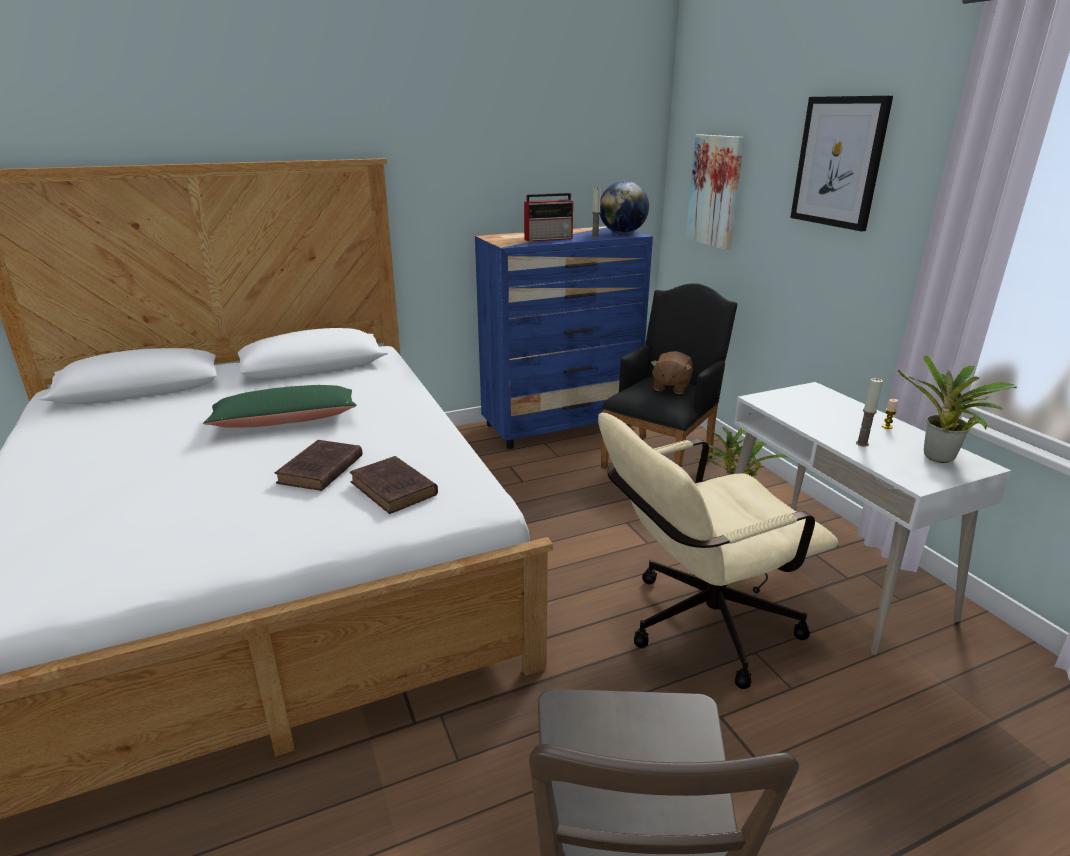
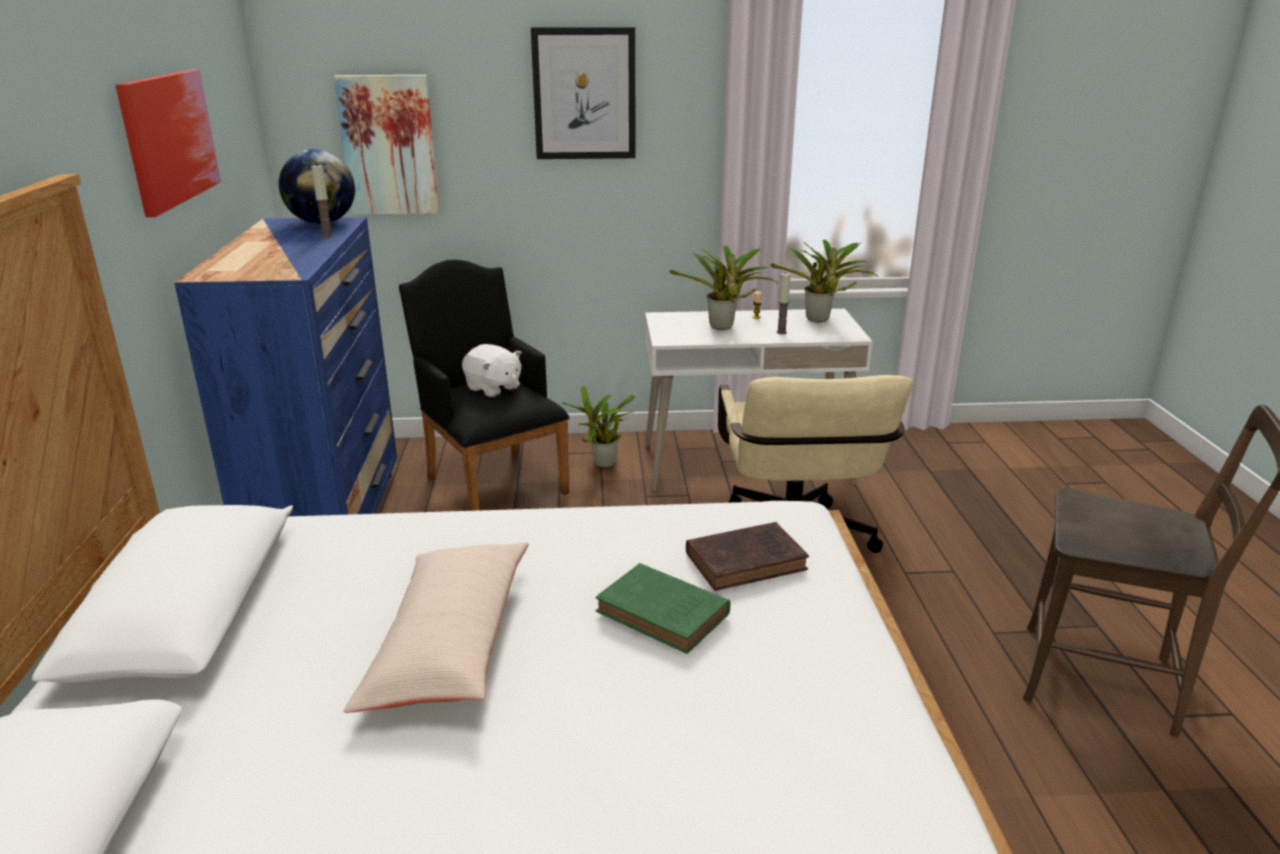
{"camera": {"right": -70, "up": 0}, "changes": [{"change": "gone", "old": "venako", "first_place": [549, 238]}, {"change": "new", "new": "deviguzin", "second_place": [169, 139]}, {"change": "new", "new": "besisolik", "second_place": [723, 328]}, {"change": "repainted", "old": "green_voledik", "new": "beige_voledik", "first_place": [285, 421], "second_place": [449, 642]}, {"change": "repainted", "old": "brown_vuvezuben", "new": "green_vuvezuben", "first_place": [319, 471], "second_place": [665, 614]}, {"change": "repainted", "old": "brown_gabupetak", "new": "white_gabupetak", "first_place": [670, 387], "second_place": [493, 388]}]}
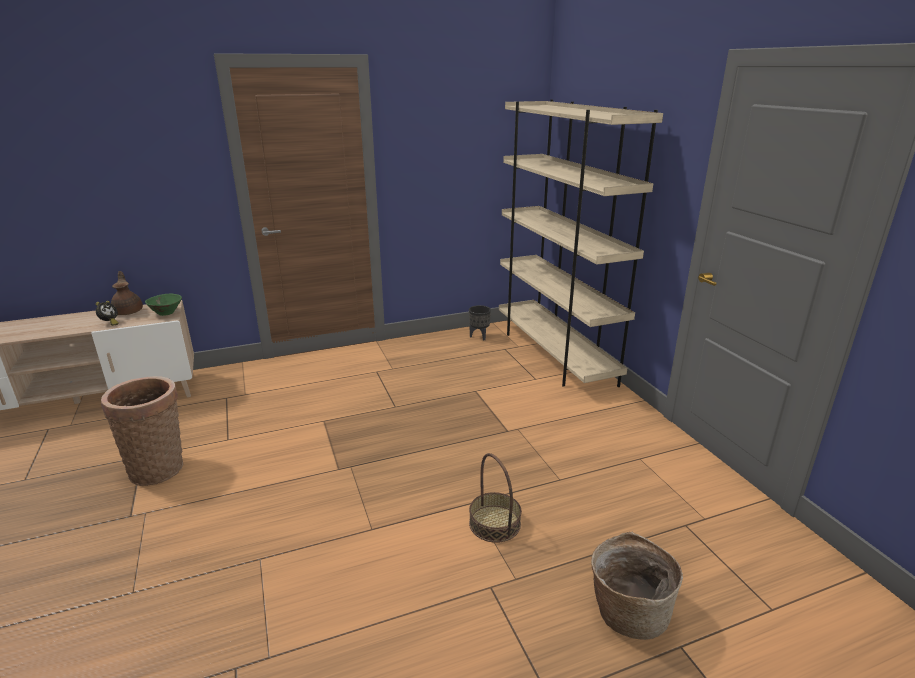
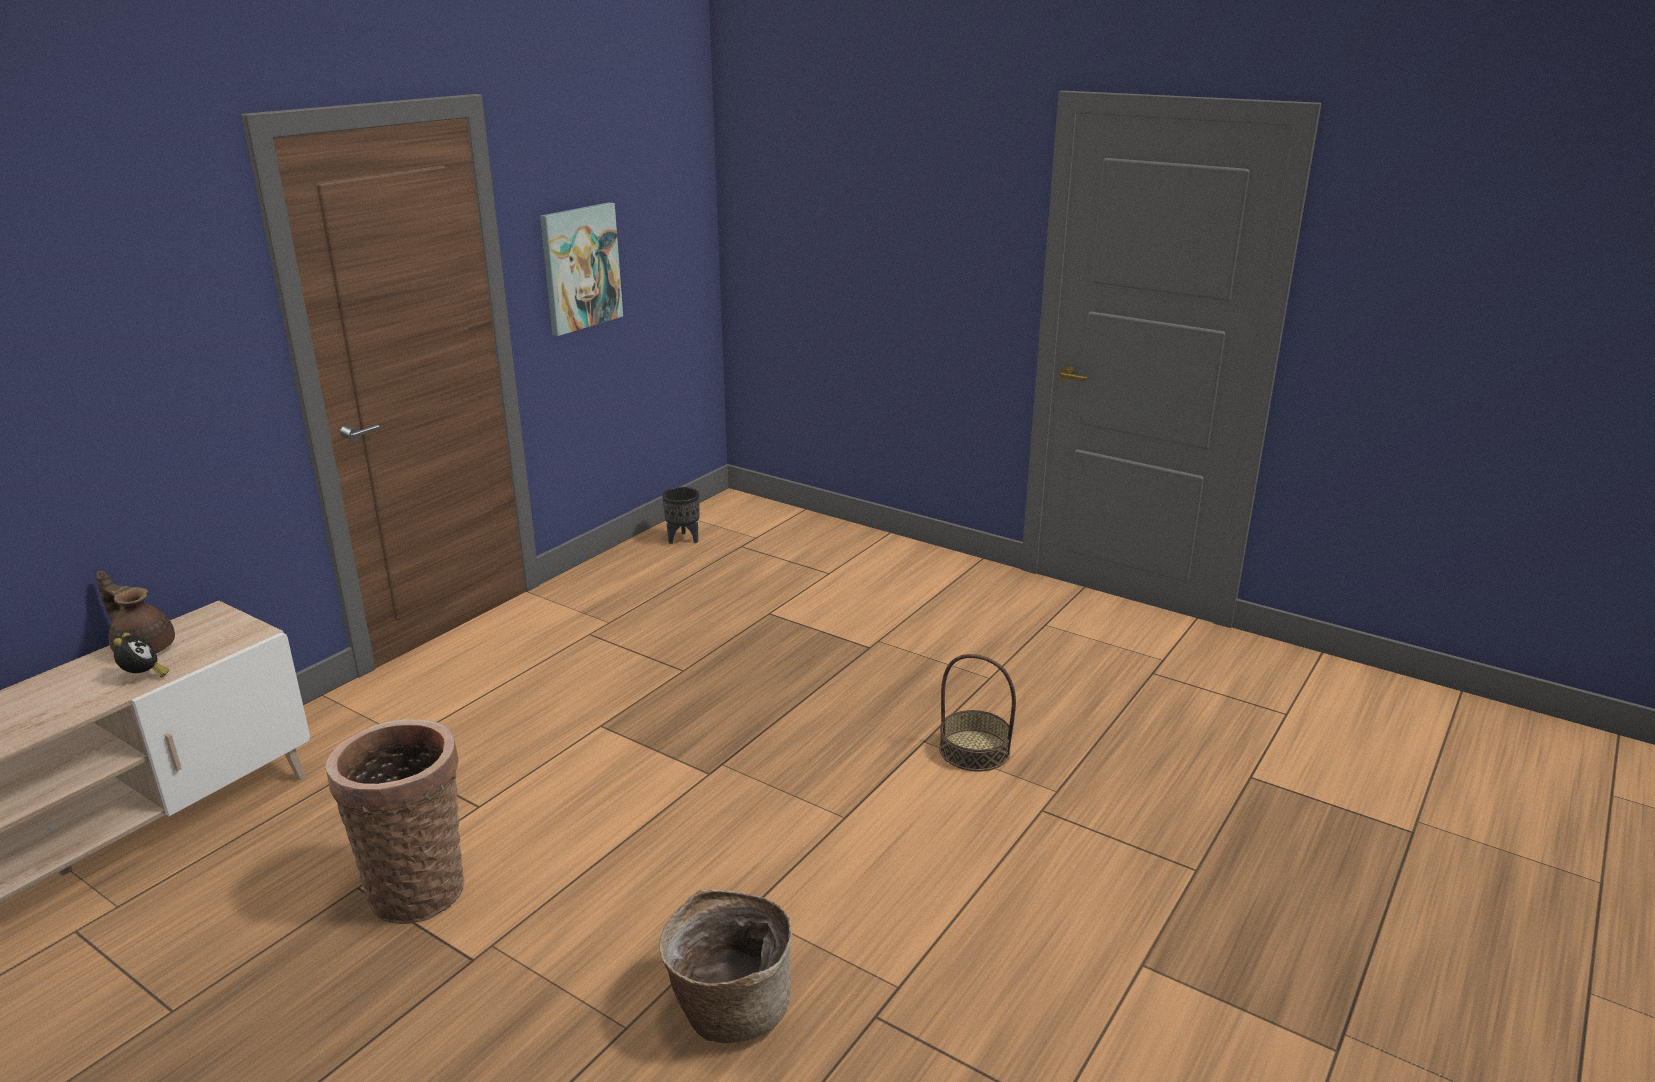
{"camera": {"right": -35, "up": 0}, "changes": [{"change": "gone", "old": "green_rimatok", "first_place": [166, 313]}, {"change": "gone", "old": "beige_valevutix", "first_place": [554, 354]}, {"change": "new", "new": "deviguzin", "second_place": [580, 268]}, {"change": "shifted", "old": "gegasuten", "first_place": [627, 611], "second_place": [729, 1008]}]}
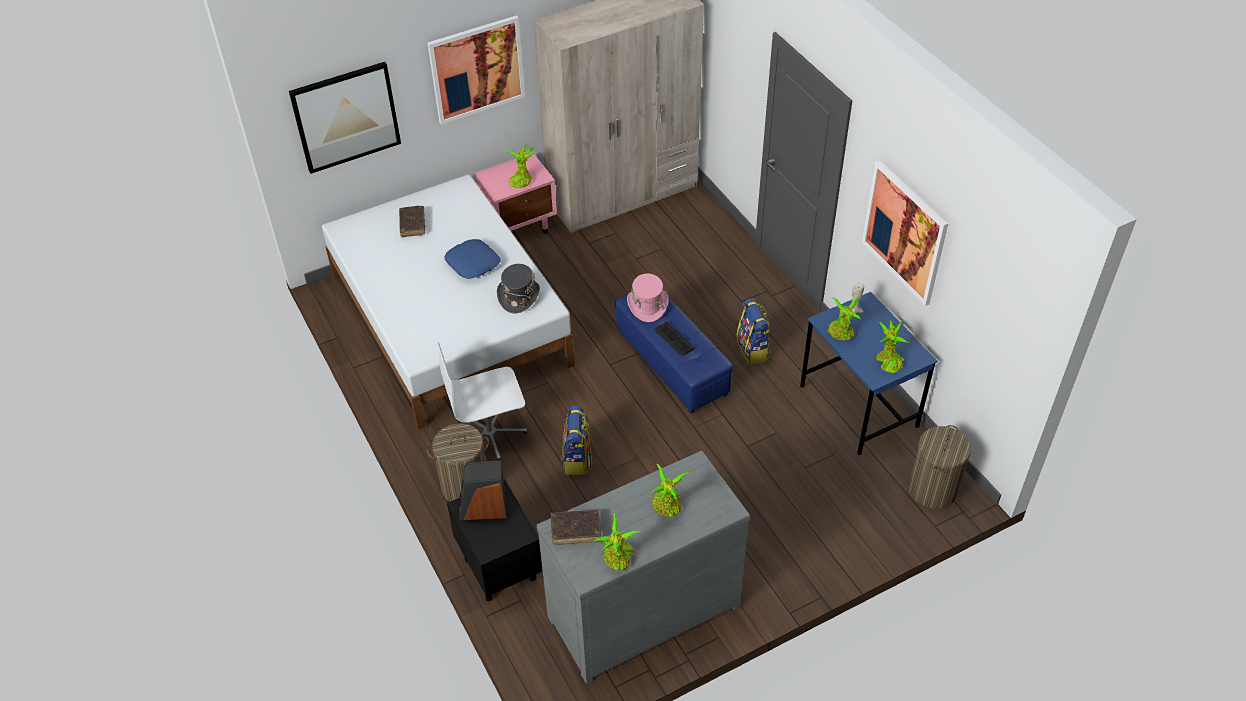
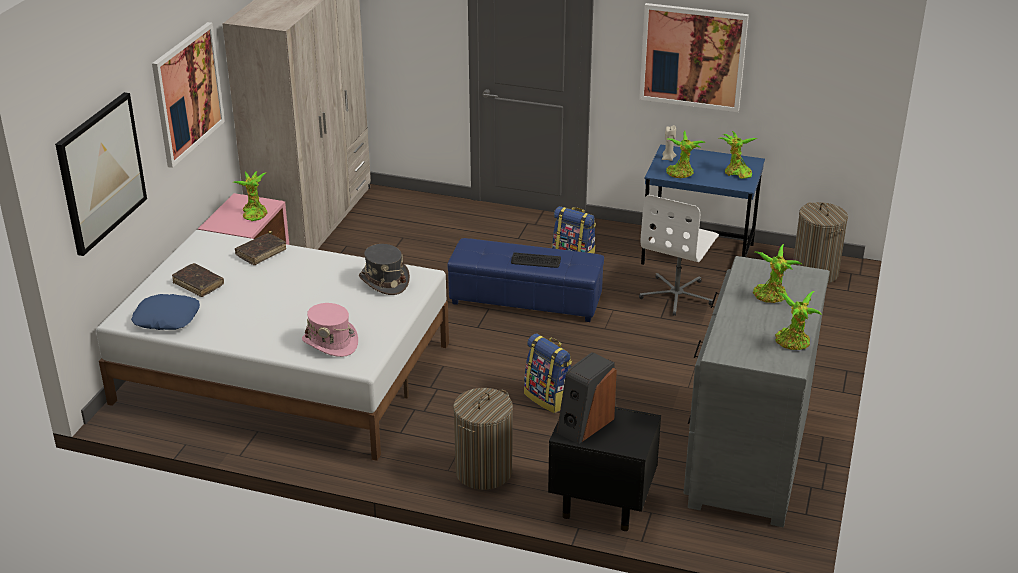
{"camera": {"right": -45, "up": -15}, "changes": [{"change": "shifted", "old": "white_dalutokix", "first_place": [490, 434], "second_place": [677, 295]}, {"change": "shifted", "old": "blue_voledik", "first_place": [473, 263], "second_place": [167, 318]}, {"change": "shifted", "old": "brown_vuvezuben", "first_place": [576, 530], "second_place": [261, 253]}, {"change": "shifted", "old": "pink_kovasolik", "first_place": [647, 305], "second_place": [330, 343]}]}
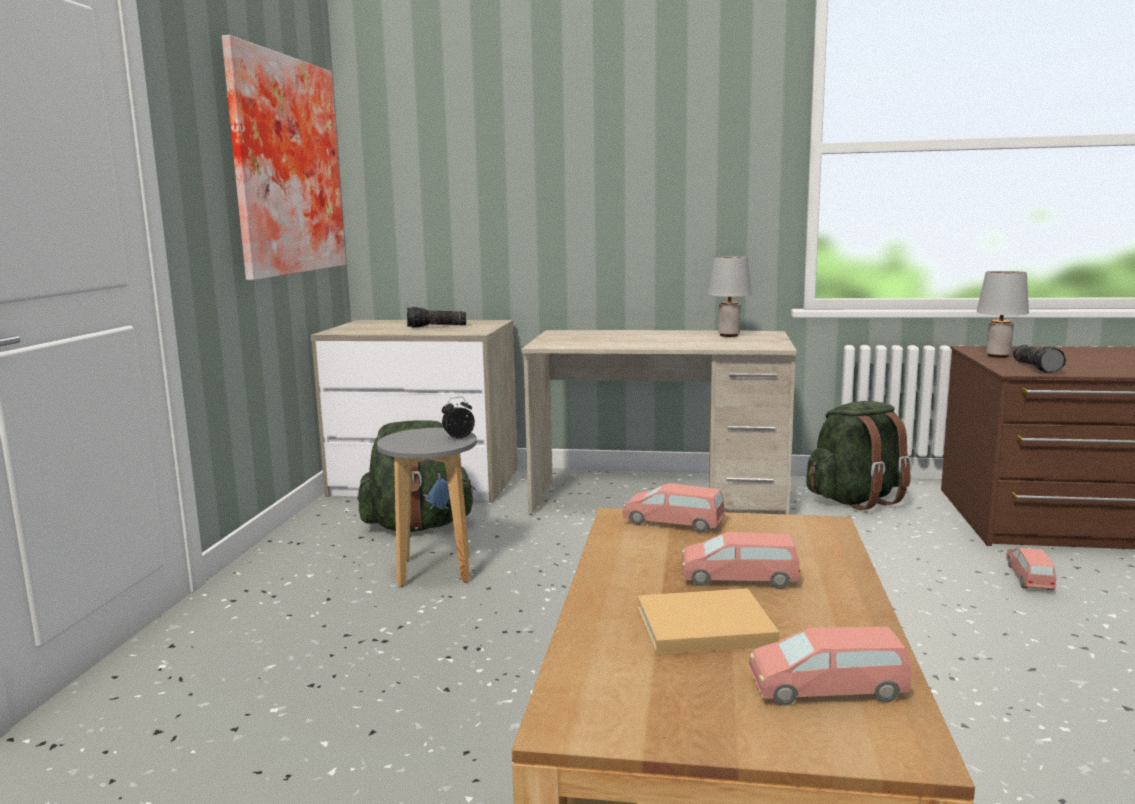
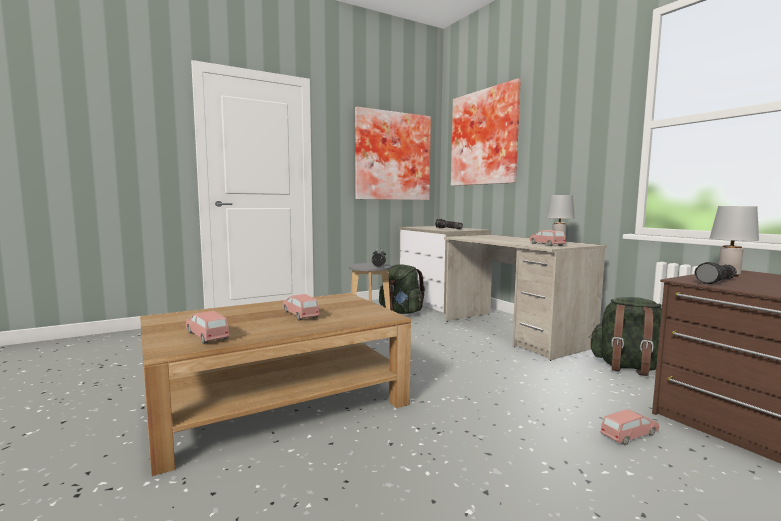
{"camera": {"right": 50, "up": -5}, "changes": [{"change": "gone", "old": "beige_vuvezuben", "first_place": [700, 626]}, {"change": "new", "new": "deviguzin", "second_place": [485, 138]}, {"change": "shifted", "old": "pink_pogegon", "first_place": [673, 523], "second_place": [547, 244]}]}
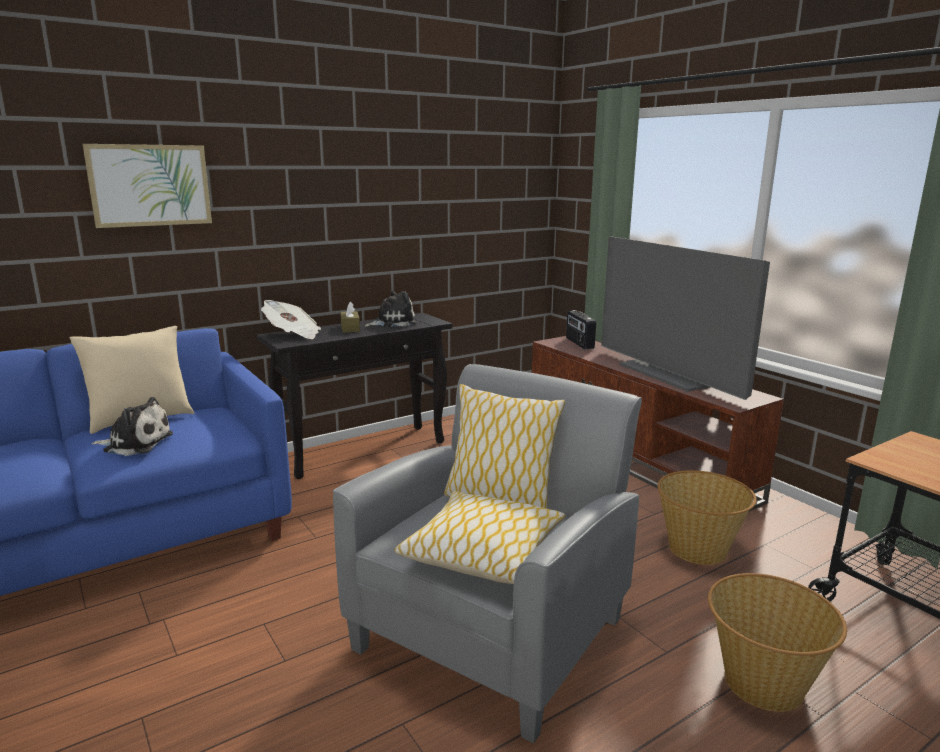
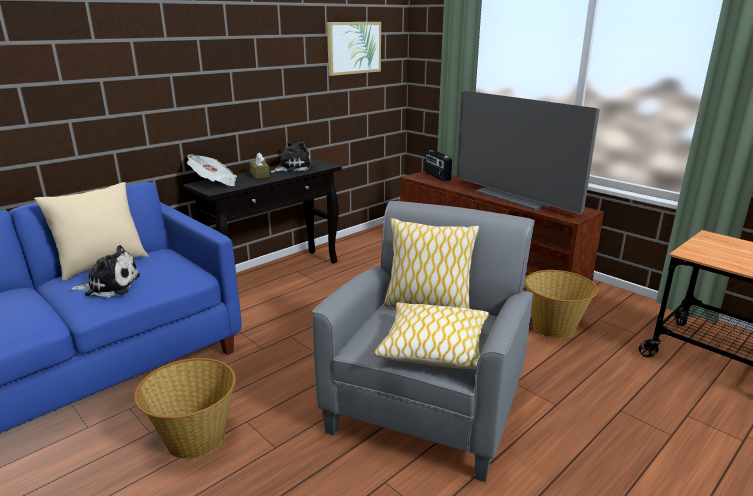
{"camera": {"right": -10, "up": 5}, "changes": [{"change": "shifted", "old": "deviguzin", "first_place": [150, 185], "second_place": [354, 48]}, {"change": "shifted", "old": "gegasuten", "first_place": [762, 683], "second_place": [194, 439]}]}
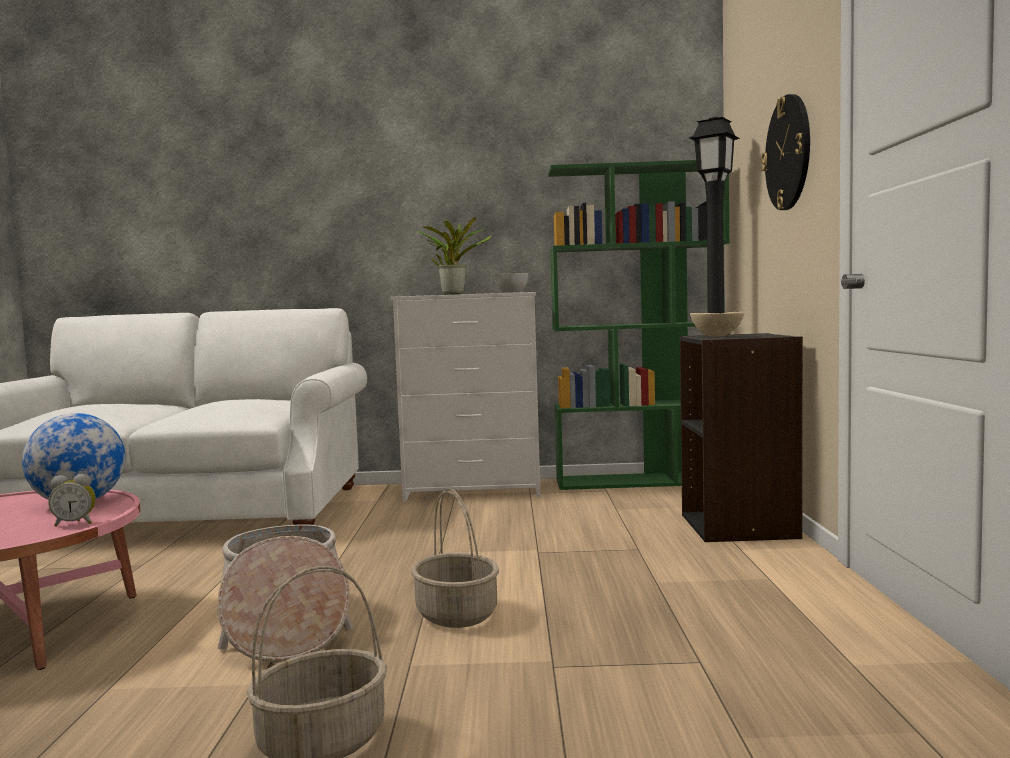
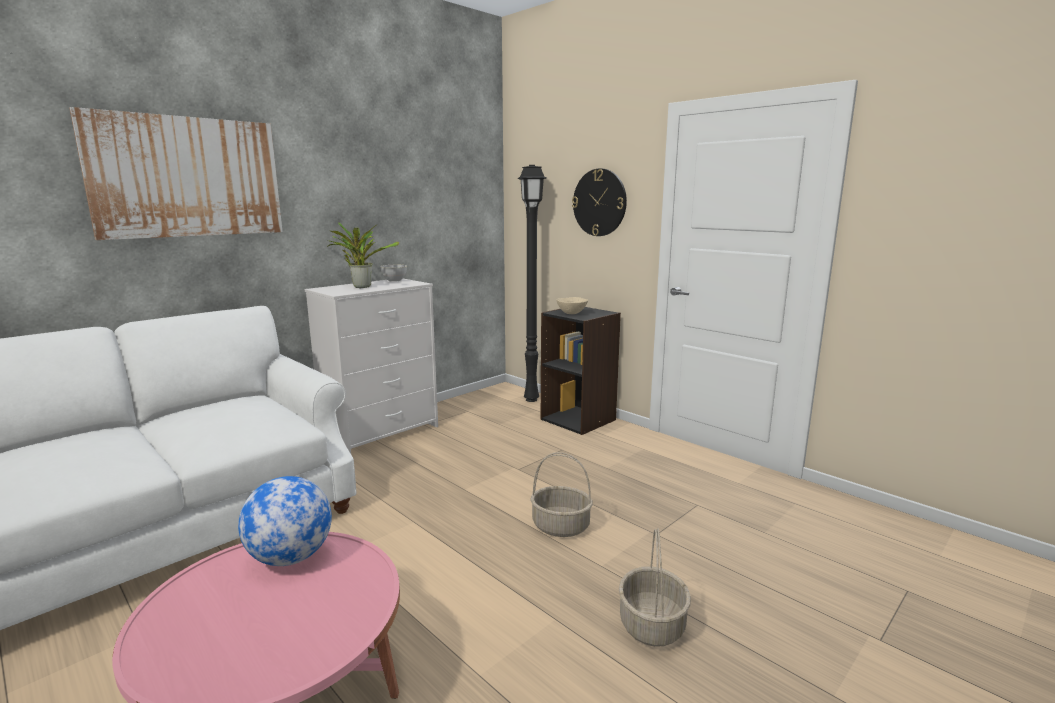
{"camera": {"right": -45, "up": 10}, "changes": [{"change": "gone", "old": "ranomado", "first_place": [75, 523]}, {"change": "gone", "old": "gegasuten", "first_place": [284, 626]}, {"change": "gone", "old": "green_valevutix", "first_place": [642, 481]}, {"change": "new", "new": "deviguzin", "second_place": [188, 177]}]}
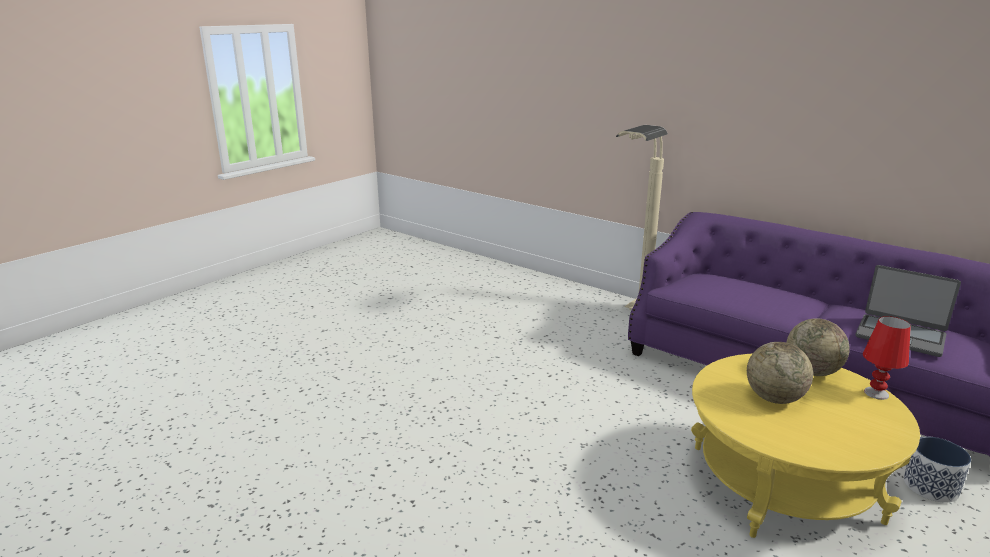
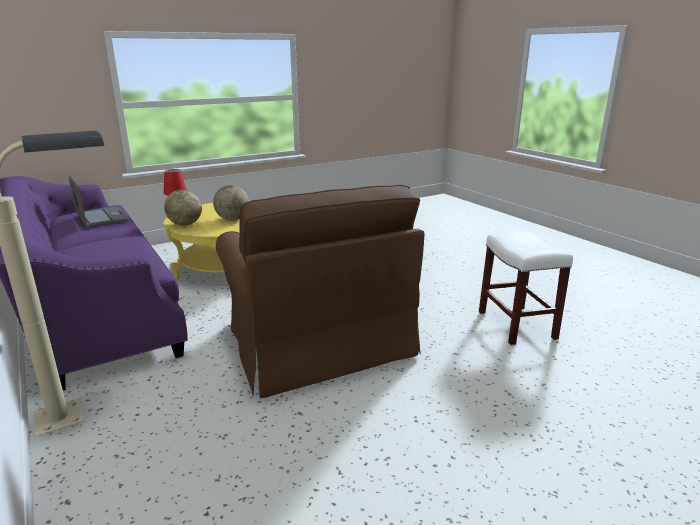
{"camera": {"right": -160, "up": 0}, "changes": [{"change": "gone", "old": "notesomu", "first_place": [930, 487]}, {"change": "new", "new": "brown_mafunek", "second_place": [315, 342]}, {"change": "new", "new": "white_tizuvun", "second_place": [515, 325]}]}
